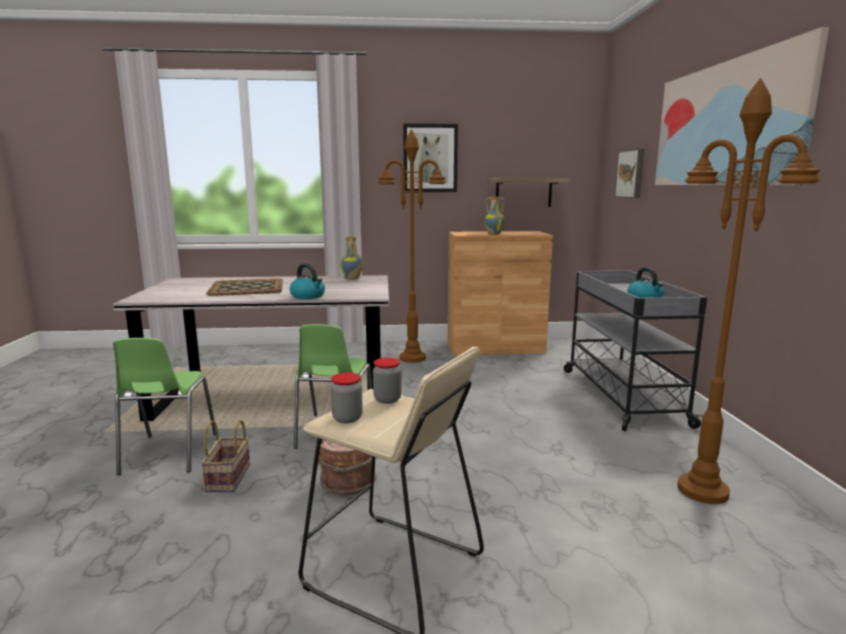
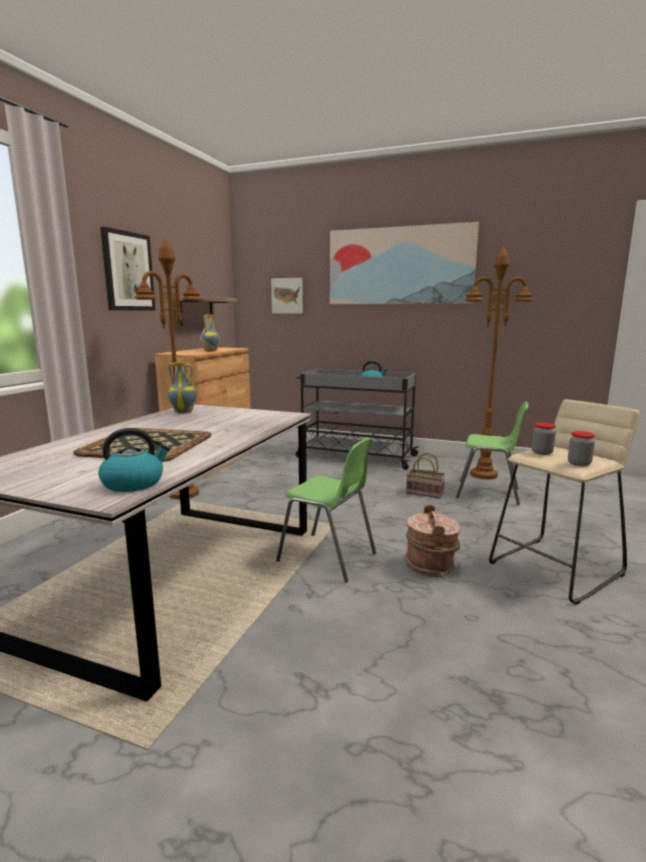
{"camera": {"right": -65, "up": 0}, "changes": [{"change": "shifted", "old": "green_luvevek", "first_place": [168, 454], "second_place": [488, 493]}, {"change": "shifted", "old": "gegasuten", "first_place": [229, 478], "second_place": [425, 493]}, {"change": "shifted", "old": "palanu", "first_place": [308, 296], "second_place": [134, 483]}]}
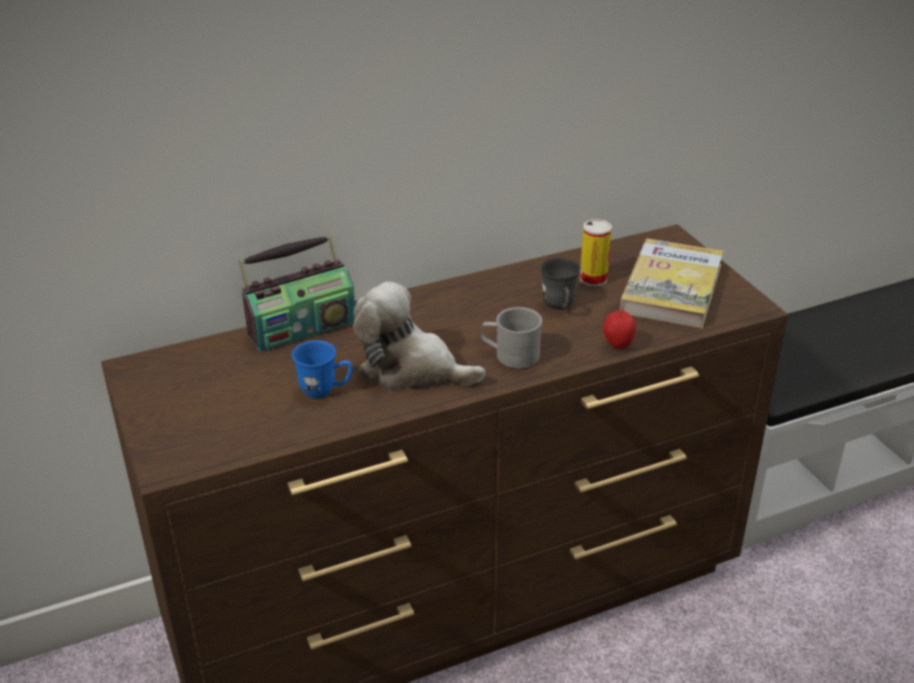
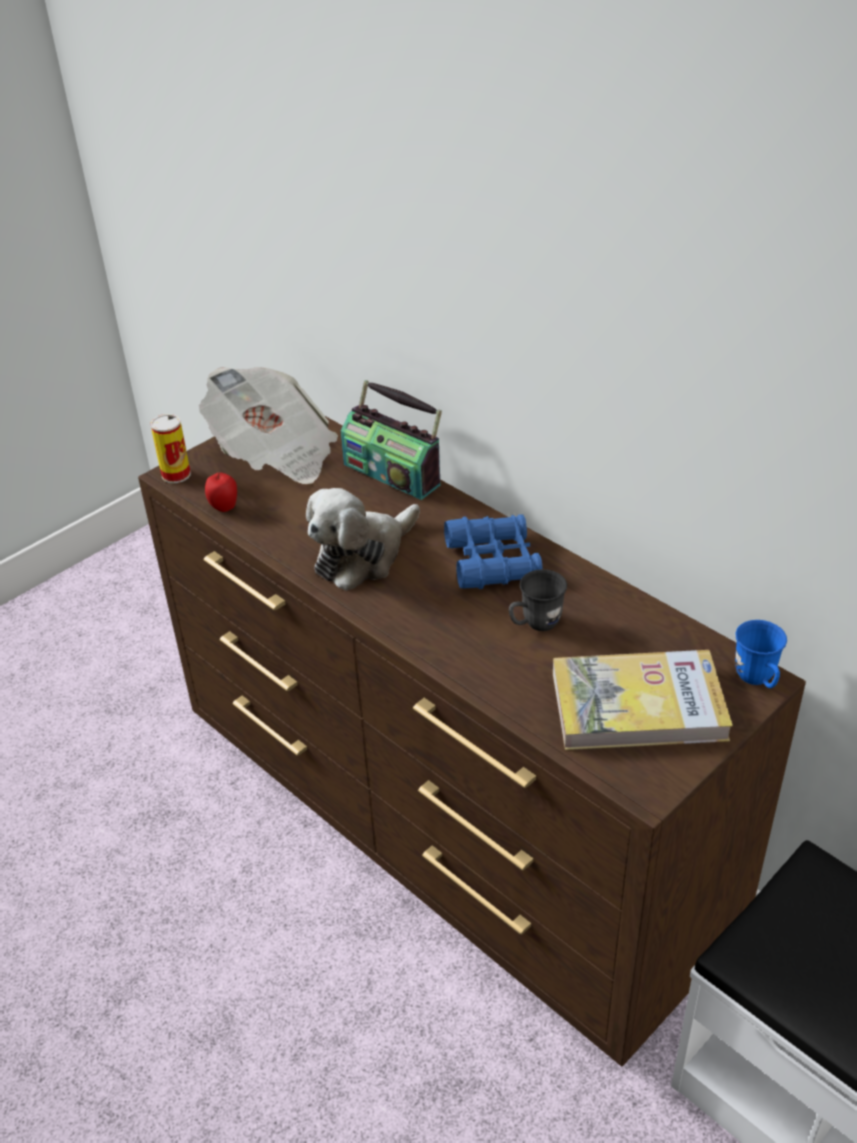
{"camera": {"right": 70, "up": 5}, "changes": [{"change": "gone", "old": "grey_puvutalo", "first_place": [510, 355]}, {"change": "new", "new": "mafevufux", "second_place": [274, 454]}, {"change": "new", "new": "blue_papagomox", "second_place": [493, 562]}, {"change": "shifted", "old": "blue_puvutalo", "first_place": [325, 390], "second_place": [757, 680]}, {"change": "shifted", "old": "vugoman", "first_place": [593, 279], "second_place": [176, 474]}, {"change": "shifted", "old": "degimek", "first_place": [617, 345], "second_place": [224, 507]}, {"change": "rotated", "old": "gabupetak", "first_place": [411, 369], "second_place": [362, 556], "degrees": -135}]}
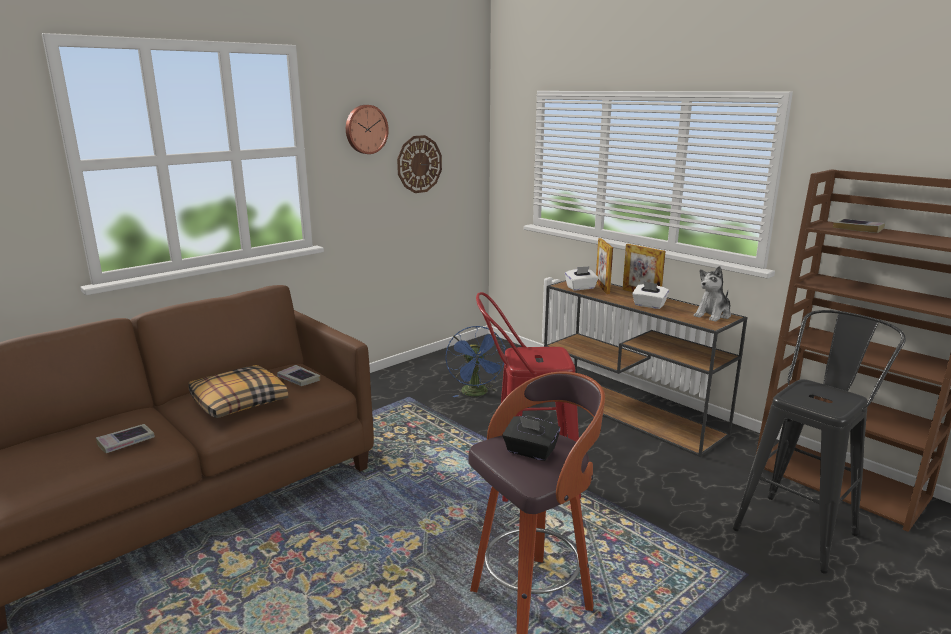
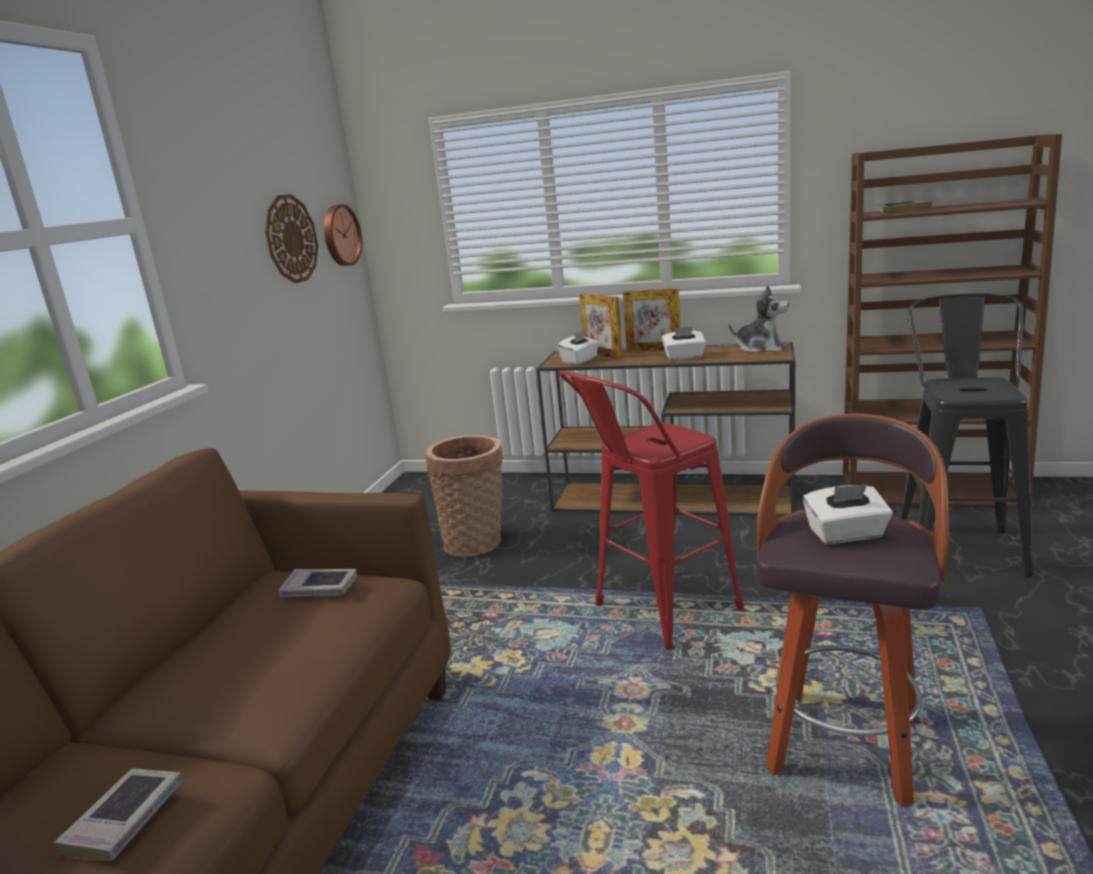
{"camera": {"right": -30, "up": 0}, "changes": [{"change": "gone", "old": "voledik", "first_place": [238, 402]}, {"change": "shifted", "old": "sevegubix", "first_place": [365, 129], "second_place": [340, 235]}, {"change": "swapped", "old": "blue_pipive", "new": "gegasuten", "first_place": [476, 394], "second_place": [476, 542]}, {"change": "repainted", "old": "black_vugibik", "new": "white_vugibik", "first_place": [530, 451], "second_place": [846, 534]}, {"change": "rotated", "old": "gabupetak", "first_place": [713, 315], "second_place": [761, 348], "degrees": -75}]}
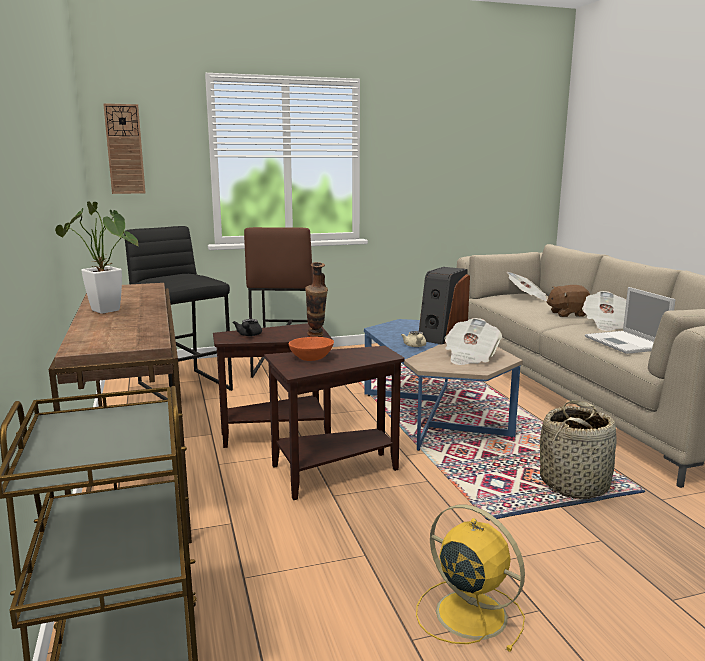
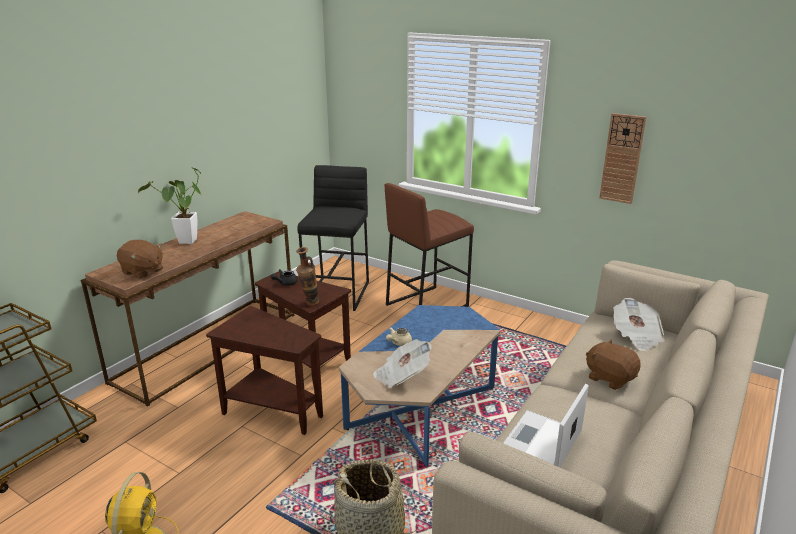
{"camera": {"right": 50, "up": 10}, "changes": [{"change": "gone", "old": "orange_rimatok", "first_place": [311, 358]}, {"change": "gone", "old": "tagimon", "first_place": [442, 336]}, {"change": "gone", "old": "mafevufux", "first_place": [606, 325]}, {"change": "new", "new": "brown_gabupetak", "second_place": [142, 271]}, {"change": "shifted", "old": "sevegubix", "first_place": [125, 149], "second_place": [622, 158]}]}
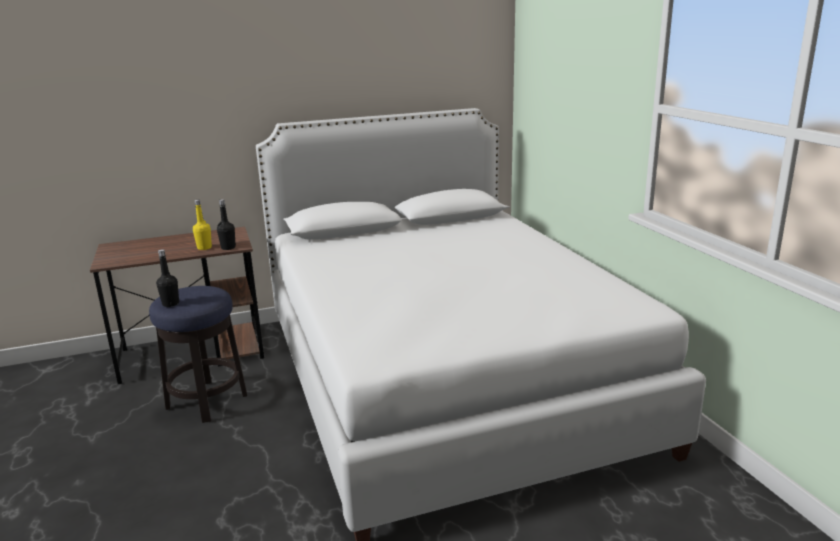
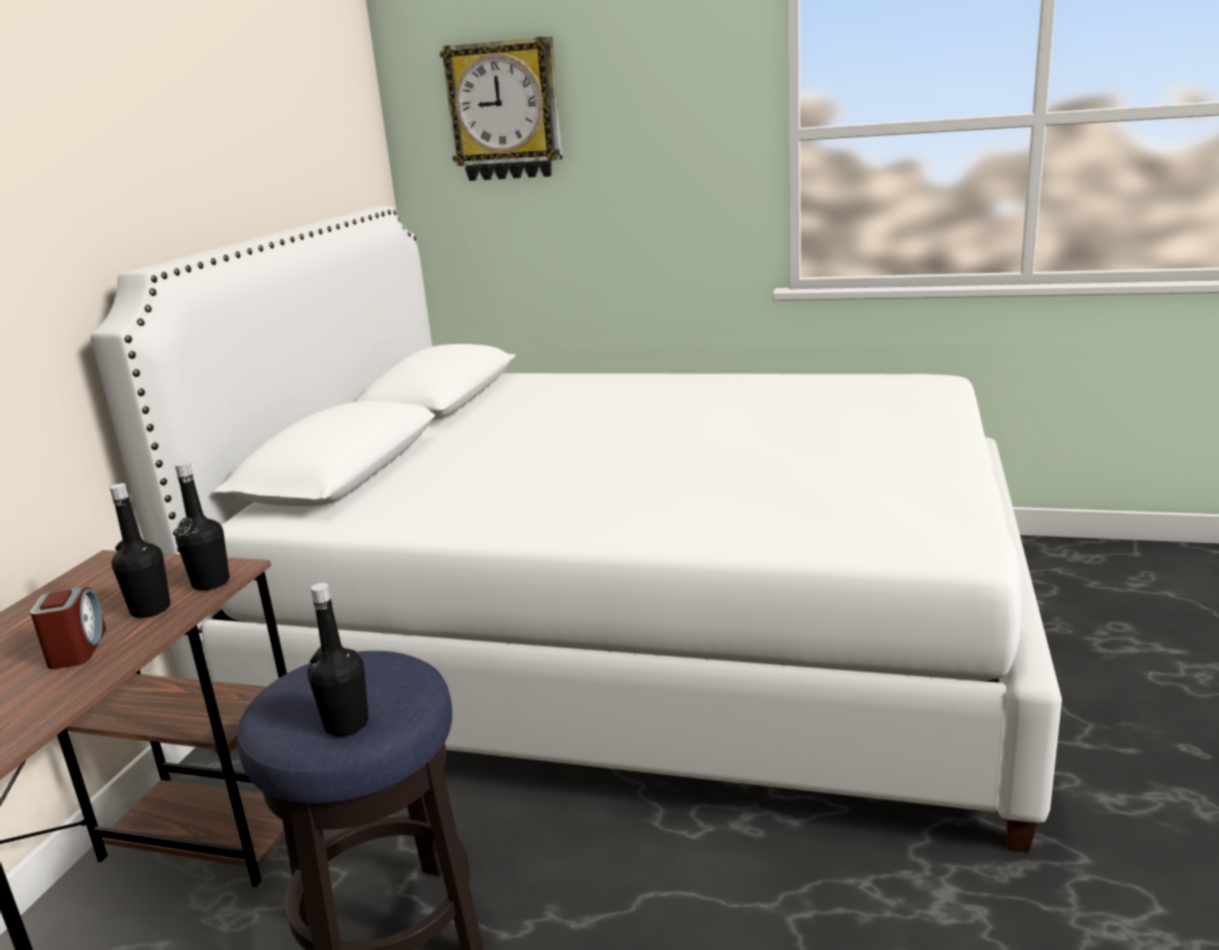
{"camera": {"right": -55, "up": 0}, "changes": [{"change": "new", "new": "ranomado", "second_place": [77, 649]}, {"change": "new", "new": "sevegubix", "second_place": [505, 111]}, {"change": "repainted", "old": "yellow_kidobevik", "new": "black_kidobevik", "first_place": [204, 248], "second_place": [150, 609]}]}
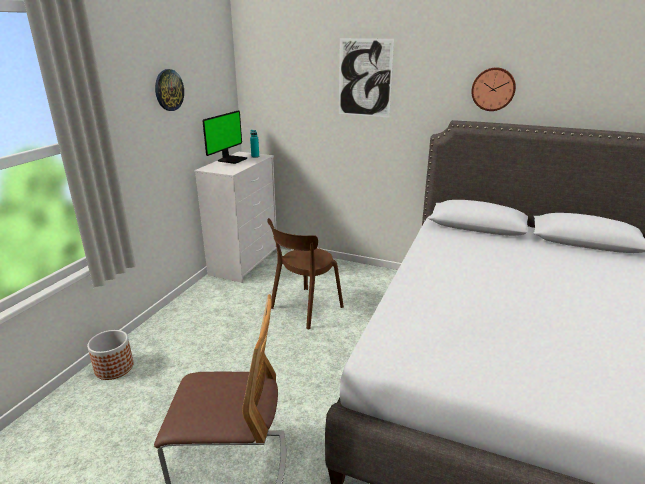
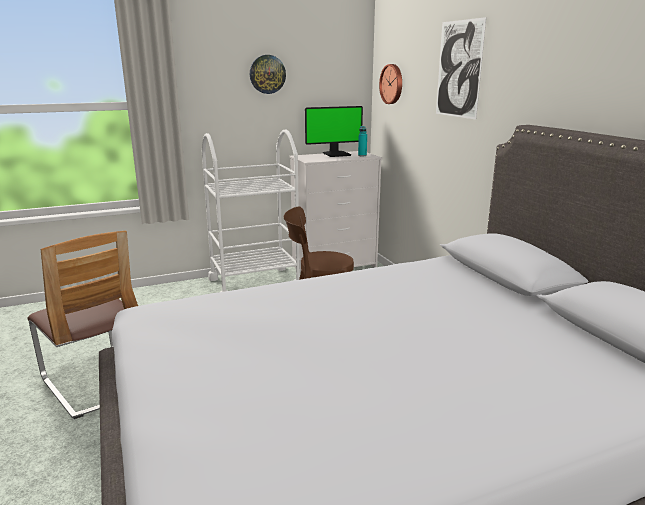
{"camera": {"right": 45, "up": -5}, "changes": [{"change": "gone", "old": "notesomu", "first_place": [114, 367]}, {"change": "new", "new": "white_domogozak", "second_place": [254, 283]}, {"change": "shifted", "old": "sevegubix", "first_place": [493, 89], "second_place": [392, 84]}]}
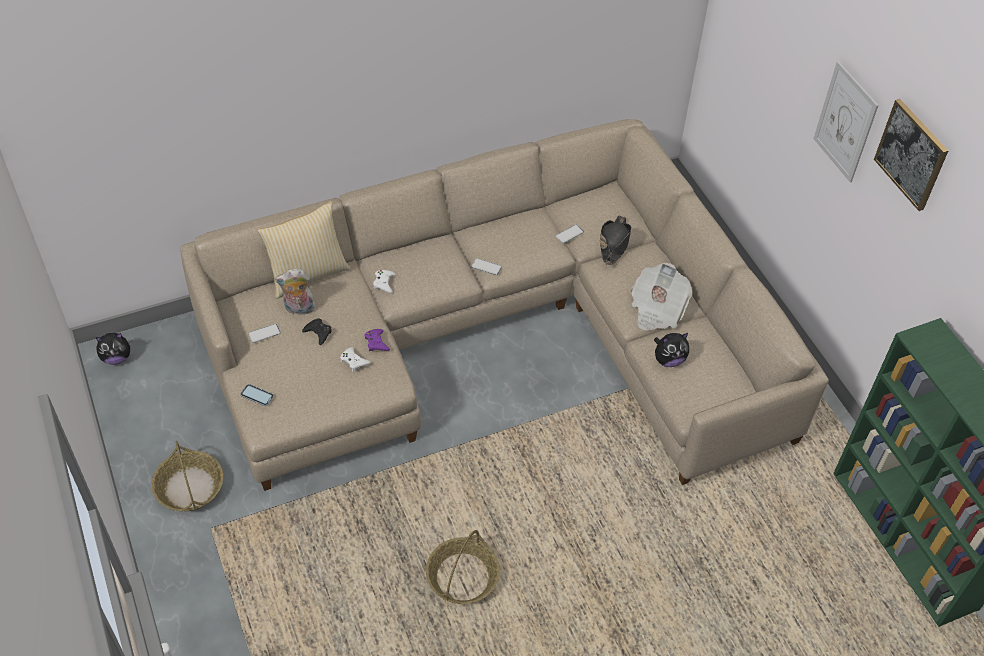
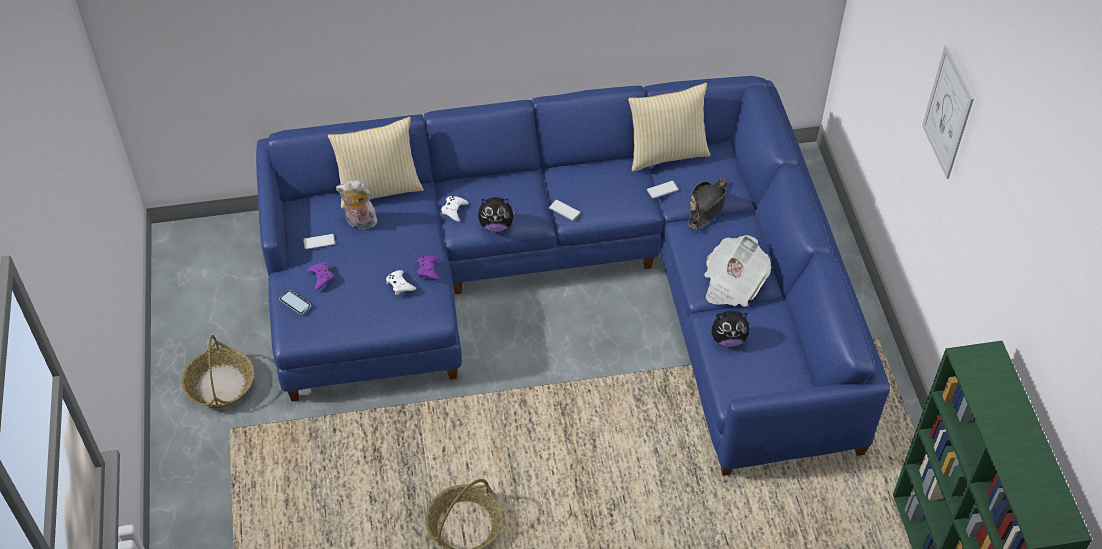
{"camera": {"right": 15, "up": 0}, "changes": [{"change": "gone", "old": "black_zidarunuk", "first_place": [318, 333]}, {"change": "gone", "old": "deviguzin", "first_place": [912, 154]}, {"change": "new", "new": "purple_zidarunuk", "second_place": [321, 277]}, {"change": "new", "new": "voledik", "second_place": [666, 153]}, {"change": "shifted", "old": "gabupetak", "first_place": [117, 358], "second_place": [496, 226]}, {"change": "repainted", "old": "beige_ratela", "new": "blue_ratela", "first_place": [496, 334], "second_place": [571, 284]}]}
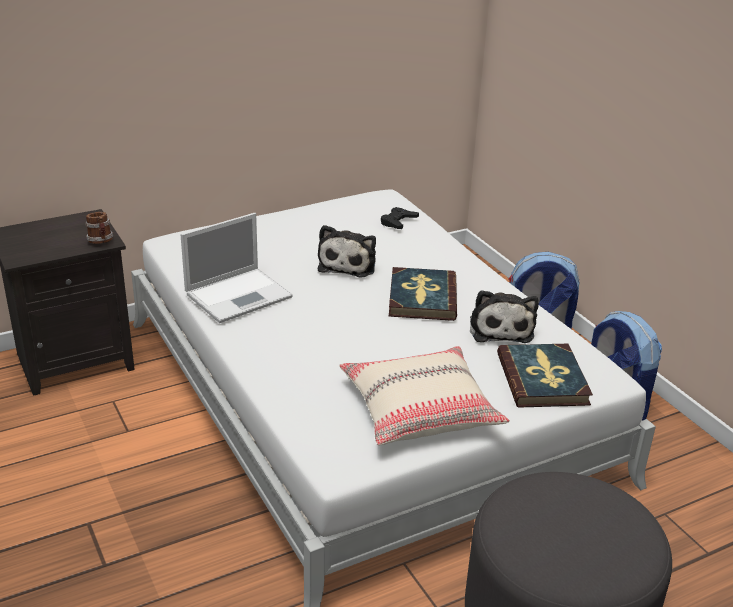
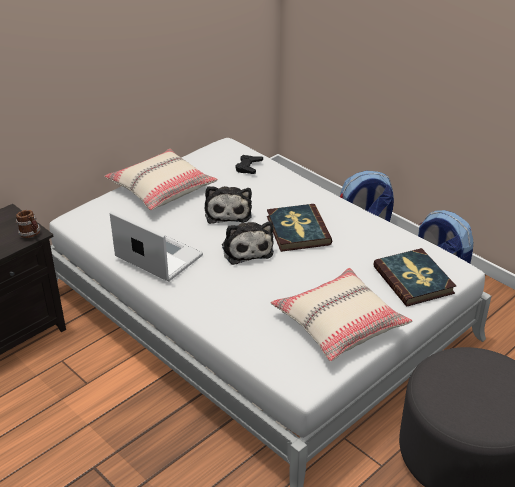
{"camera": {"right": -15, "up": 5}, "changes": [{"change": "new", "new": "beige_voledik", "second_place": [162, 189]}, {"change": "shifted", "old": "gabupetak", "first_place": [500, 328], "second_place": [246, 249]}, {"change": "rotated", "old": "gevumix", "first_place": [240, 295], "second_place": [157, 256], "degrees": -90}]}
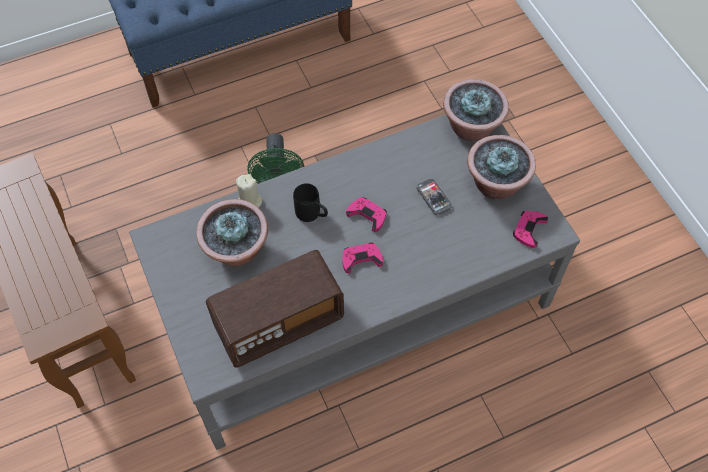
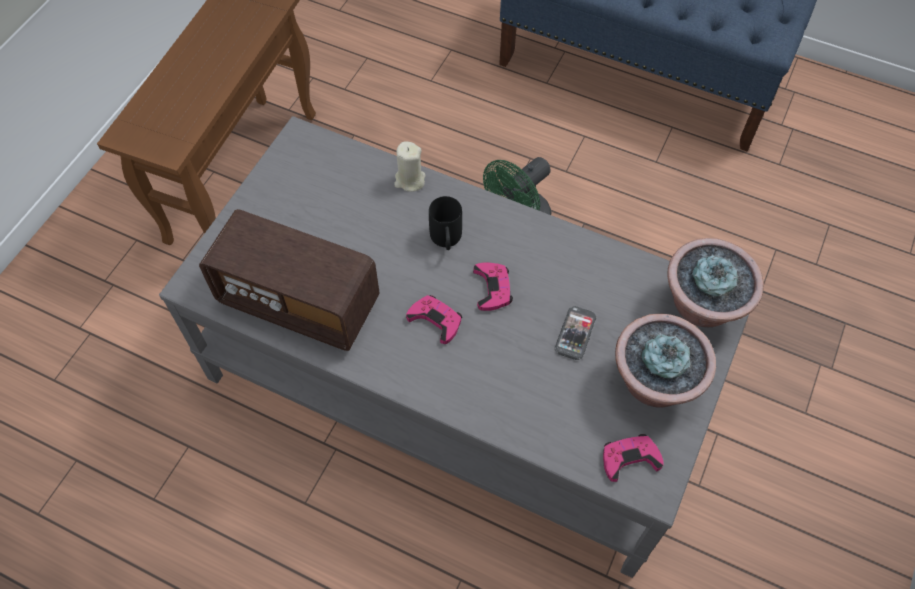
{"camera": {"right": 50, "up": 0}, "changes": [{"change": "gone", "old": "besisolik", "first_place": [237, 251]}]}
